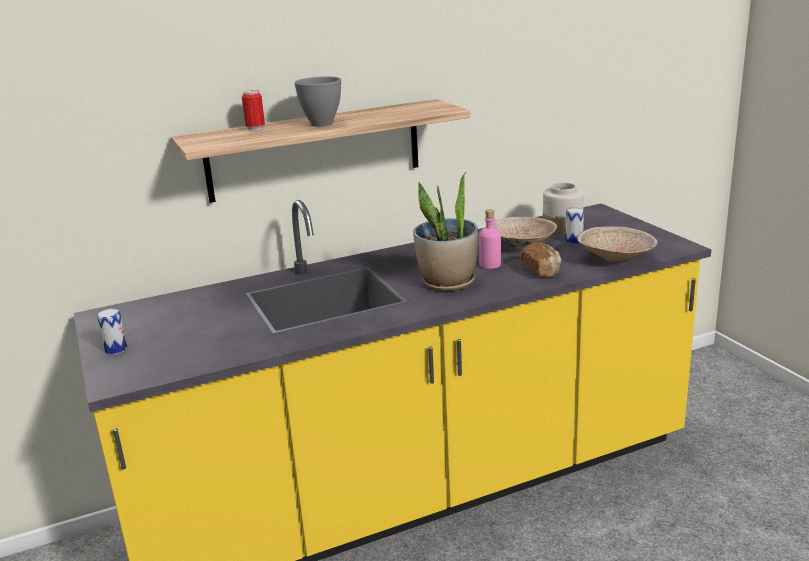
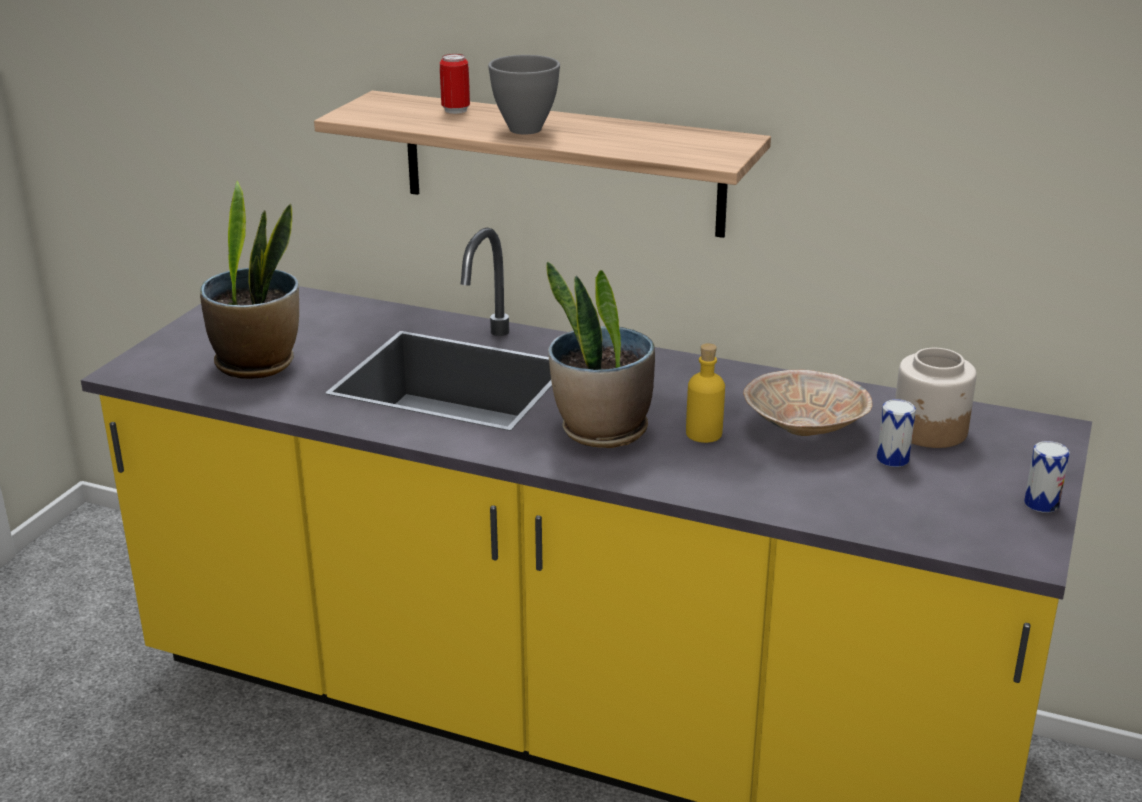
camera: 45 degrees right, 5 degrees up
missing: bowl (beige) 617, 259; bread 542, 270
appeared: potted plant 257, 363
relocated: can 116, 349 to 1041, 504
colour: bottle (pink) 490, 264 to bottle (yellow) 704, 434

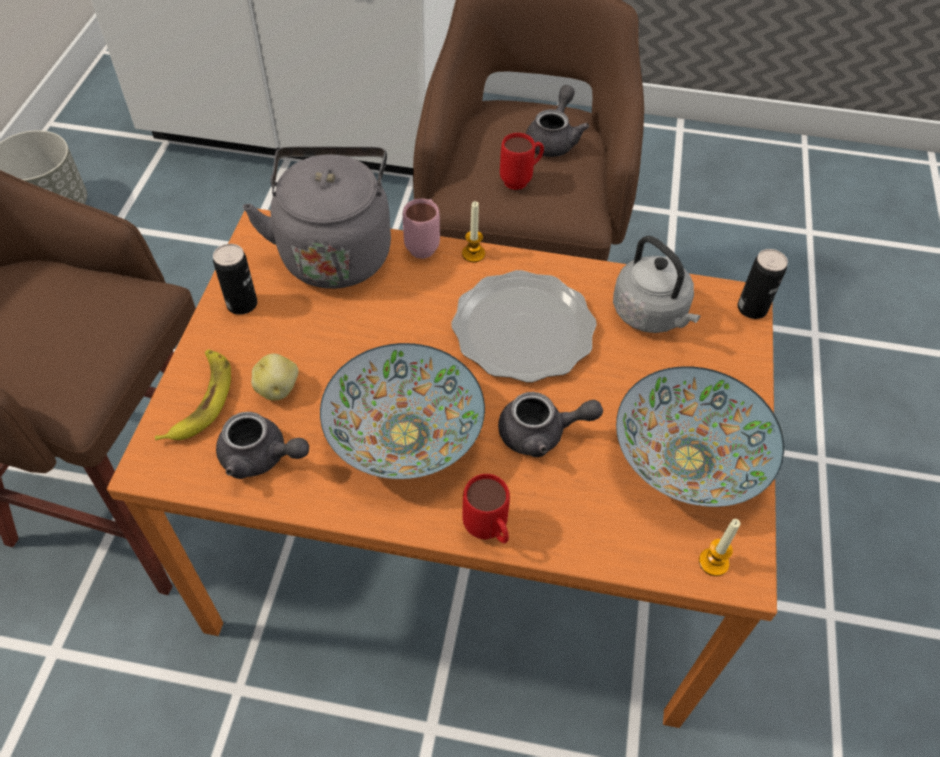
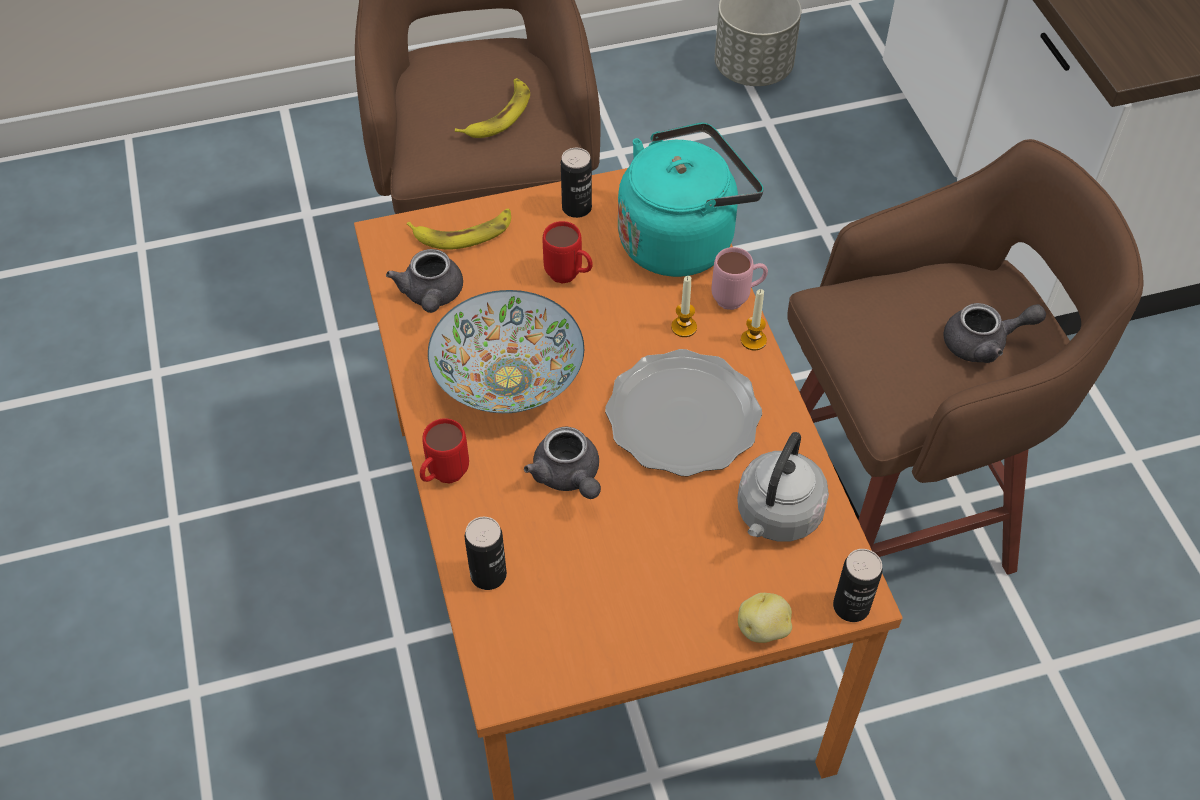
camera: 65 degrees right, 0 degrees up
missing: bowl 688, 458
appeared: banana 498, 114; can 488, 575
relocated: mug (red) 521, 180 to 569, 277; potato 278, 388 to 764, 629; candle 713, 562 to 684, 327
colour: kettle (grey) 335, 251 to kettle (turquoise) 681, 239

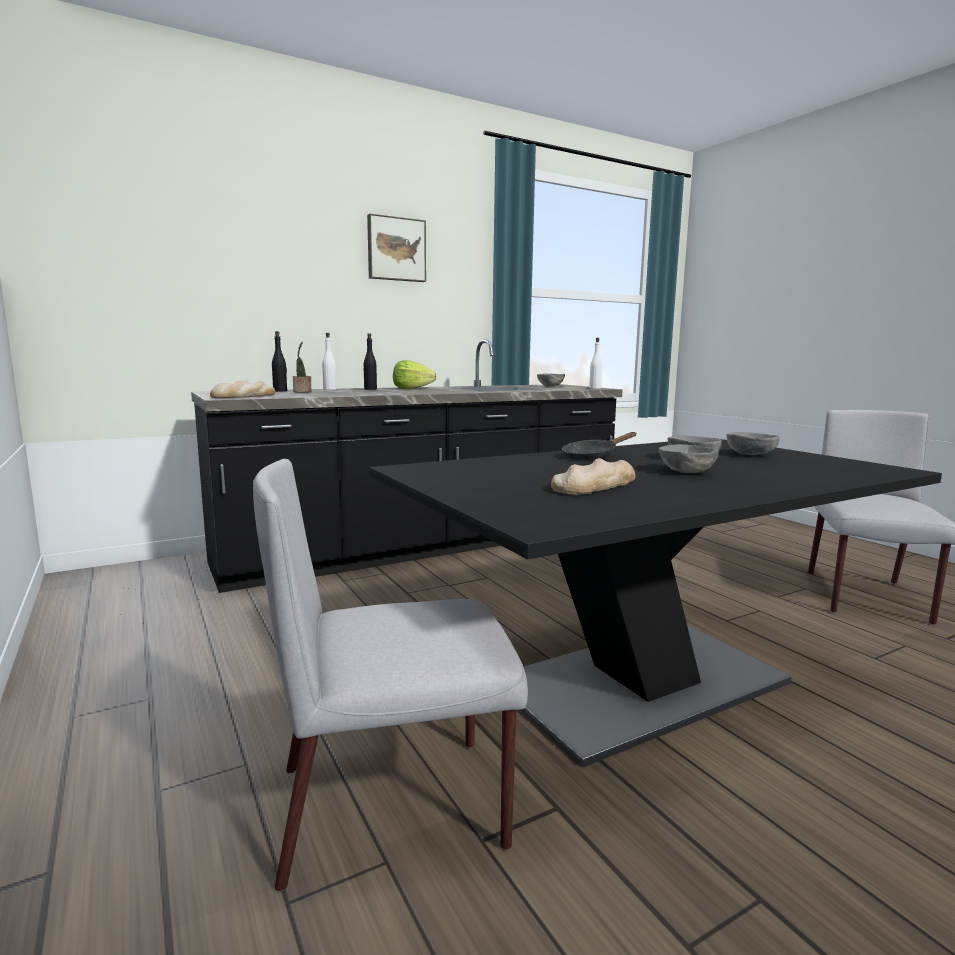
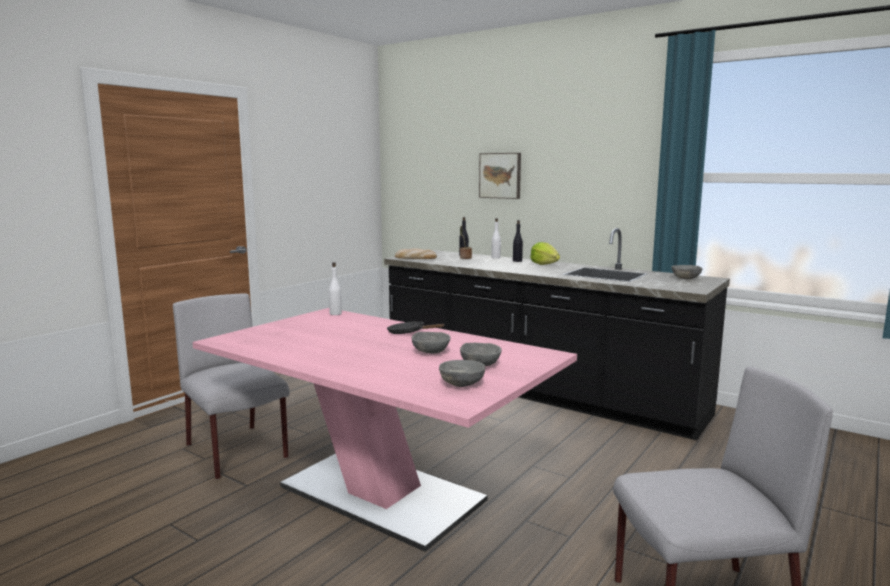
camera: 65 degrees right, 0 degrees up
missing: bread 594, 485
relocated: picture 396, 249 to 500, 175; bottle (white) 595, 388 to 336, 314; bowl (grey) 687, 472 to 462, 384
colour: dining table (black) 641, 683 to dining table (pink) 381, 493

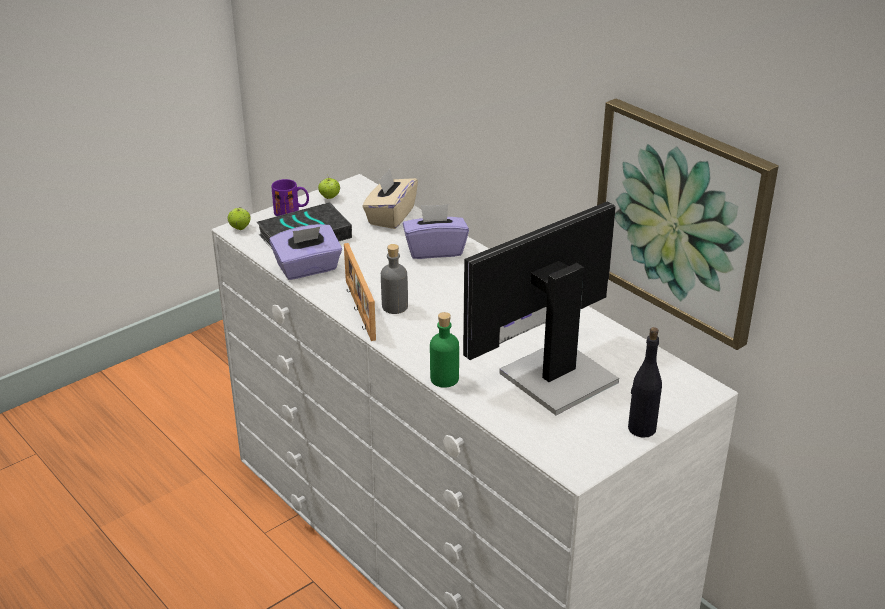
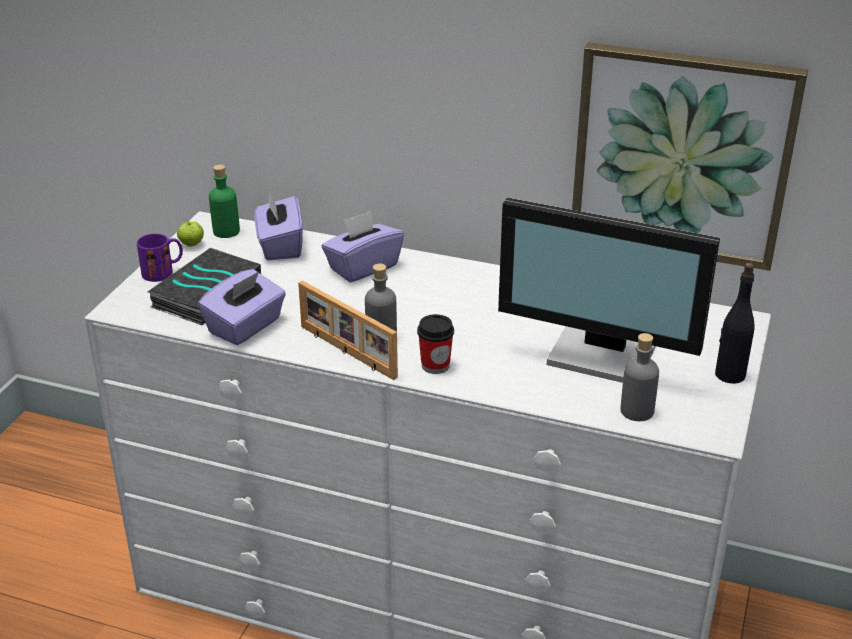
camera: 30 degrees left, 0 degrees up
missing: apple 240, 228
appeared: cup 435, 365; bottle (grey) 636, 411
relocated: bottle (green) 444, 379 to 226, 231
colour: tissue box (beige) 390, 216 to tissue box (purple) 280, 246
spun: monitor 553, 376 = 604, 353 90 degrees counterclockwise

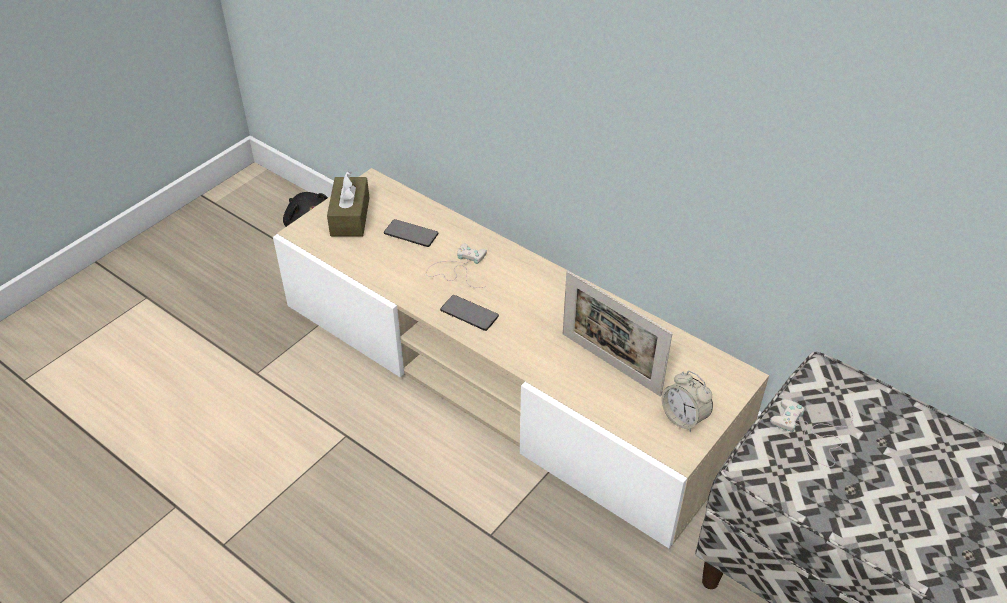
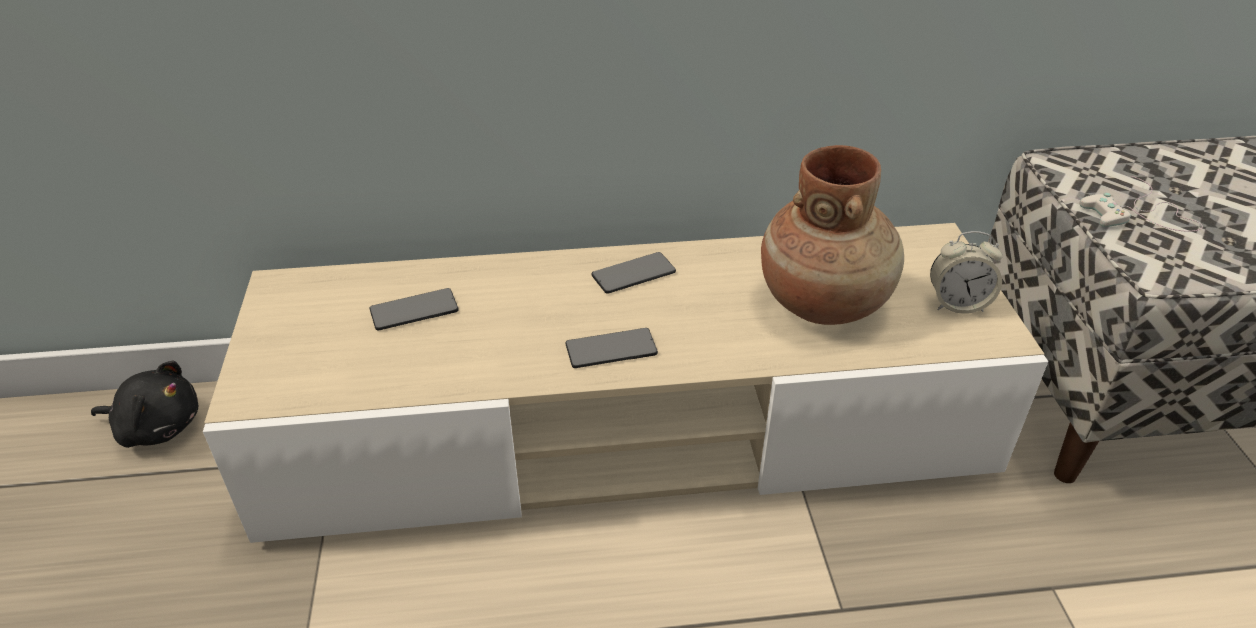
camera: 45 degrees left, 5 degrees down
missing: tissue box (brown) 350, 216; game controller (white) 458, 269
appeared: phone 633, 274
exchanged: picture frame 610, 364 to vase (brown) 824, 301

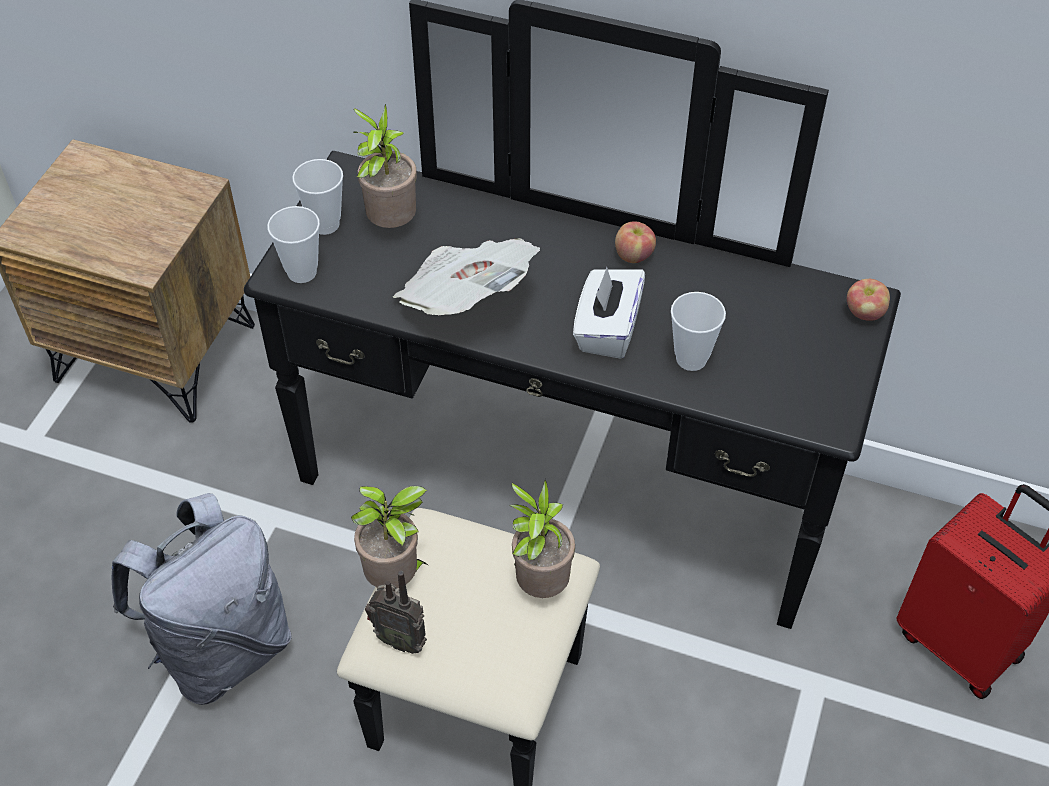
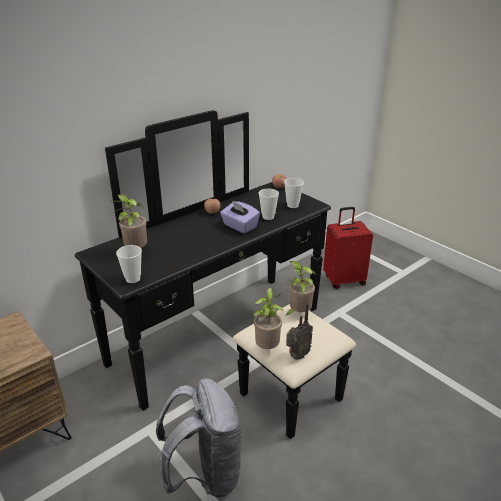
camera: 60 degrees left, 20 degrees down
missing: newspaper 466, 299
relocated: cup 325, 224 to 292, 205
colour: tissue box (white) 607, 330 to tissue box (purple) 239, 226

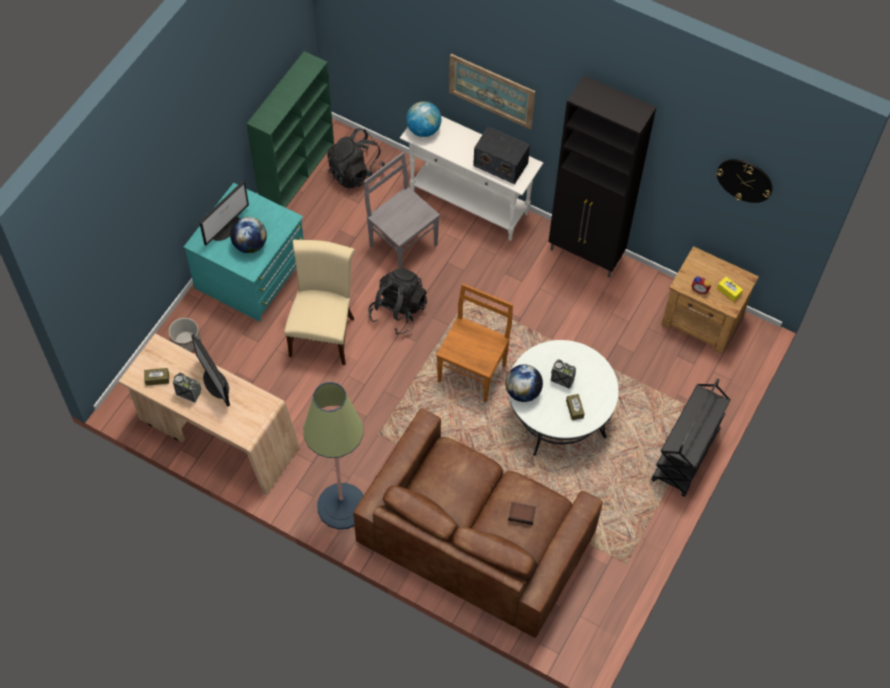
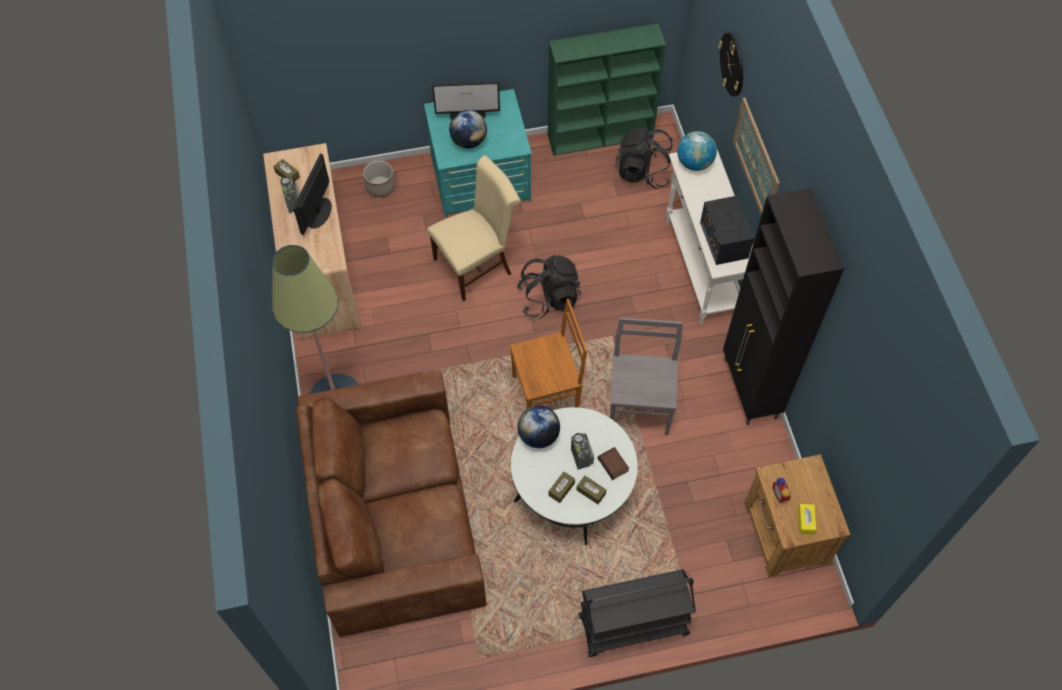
camera: 50 degrees right, 0 degrees up
appeared: tissue box (brown) 591, 492
relocated: chair (grey) 402, 244 to 639, 407; wall clock 745, 180 to 732, 64; book 522, 514 to 614, 464

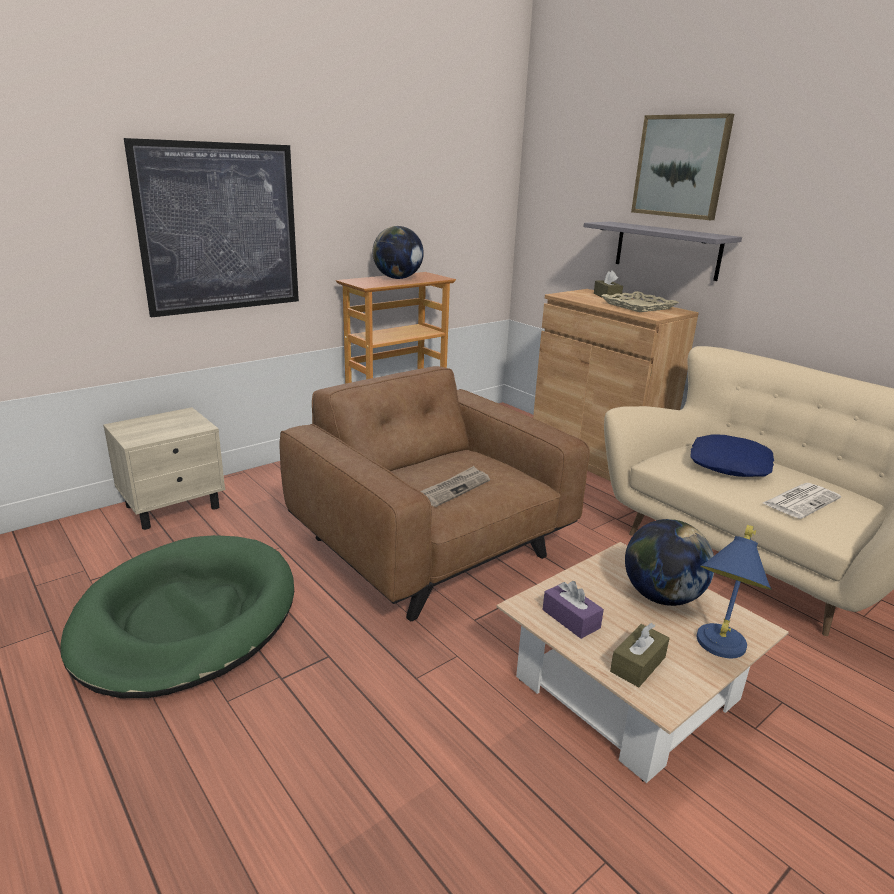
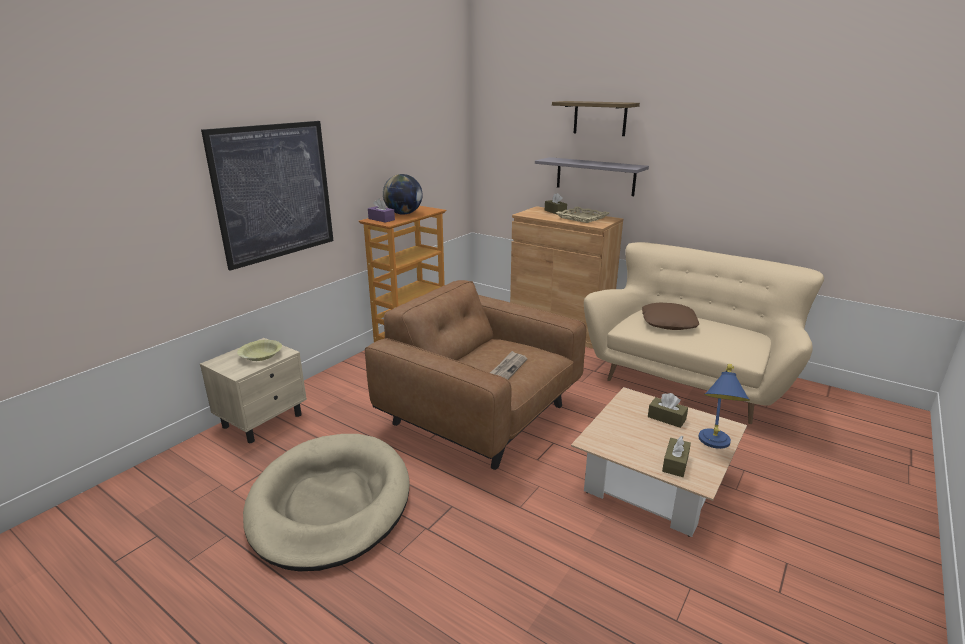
camera: 15 degrees left, 0 degrees up
missing: newspaper 801, 500
appeared: bowl (yellow) 261, 356
relocated: tissue box (purple) 571, 619 to 381, 219
exchanged: picture 681, 166 to shelf 600, 118; globe 661, 596 to tissue box (brown) 666, 418
colour: pillow (blue) 728, 464 to pillow (brown) 668, 322; dog bed (green) 186, 618 to dog bed (beige) 330, 503

